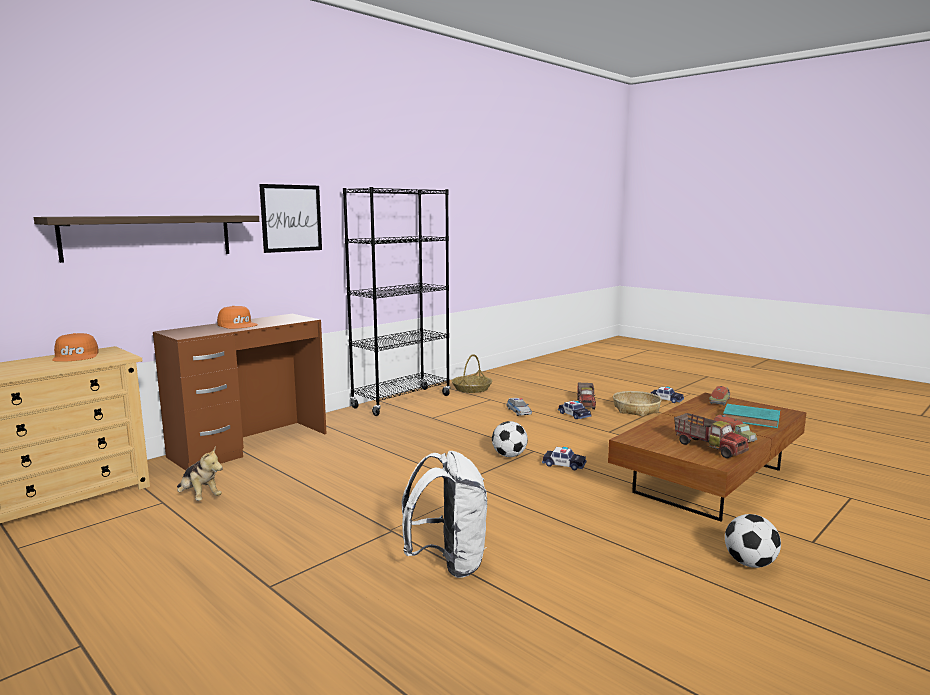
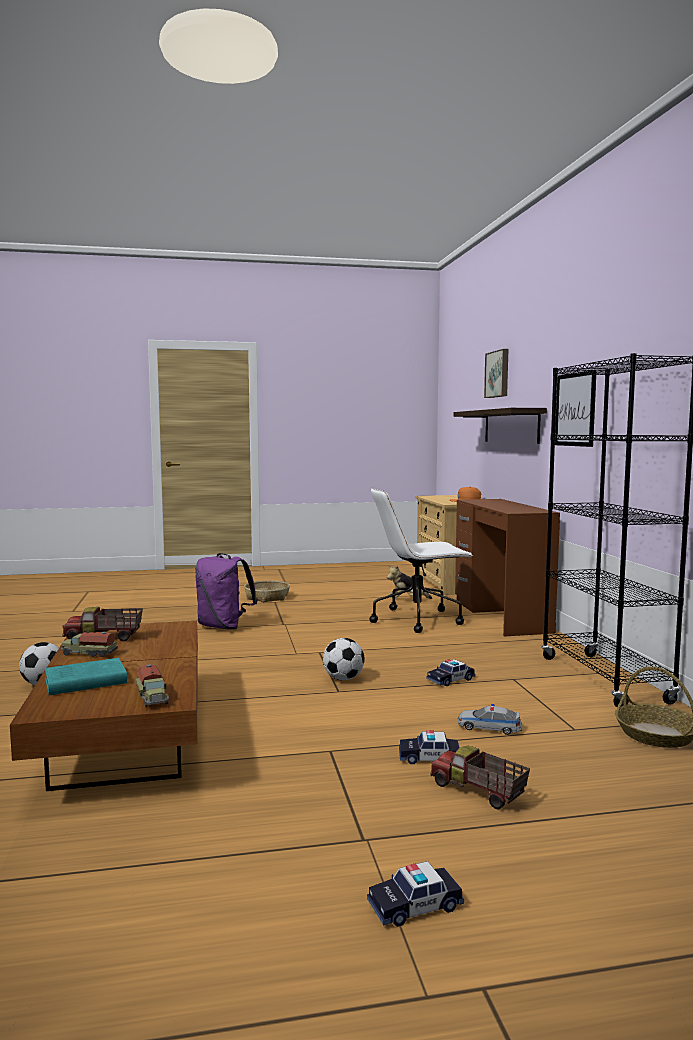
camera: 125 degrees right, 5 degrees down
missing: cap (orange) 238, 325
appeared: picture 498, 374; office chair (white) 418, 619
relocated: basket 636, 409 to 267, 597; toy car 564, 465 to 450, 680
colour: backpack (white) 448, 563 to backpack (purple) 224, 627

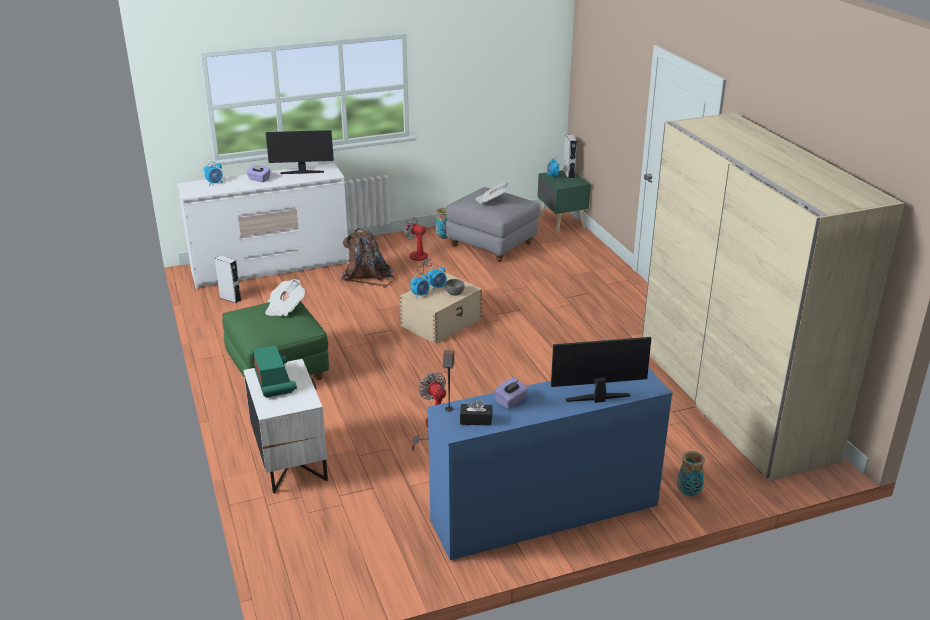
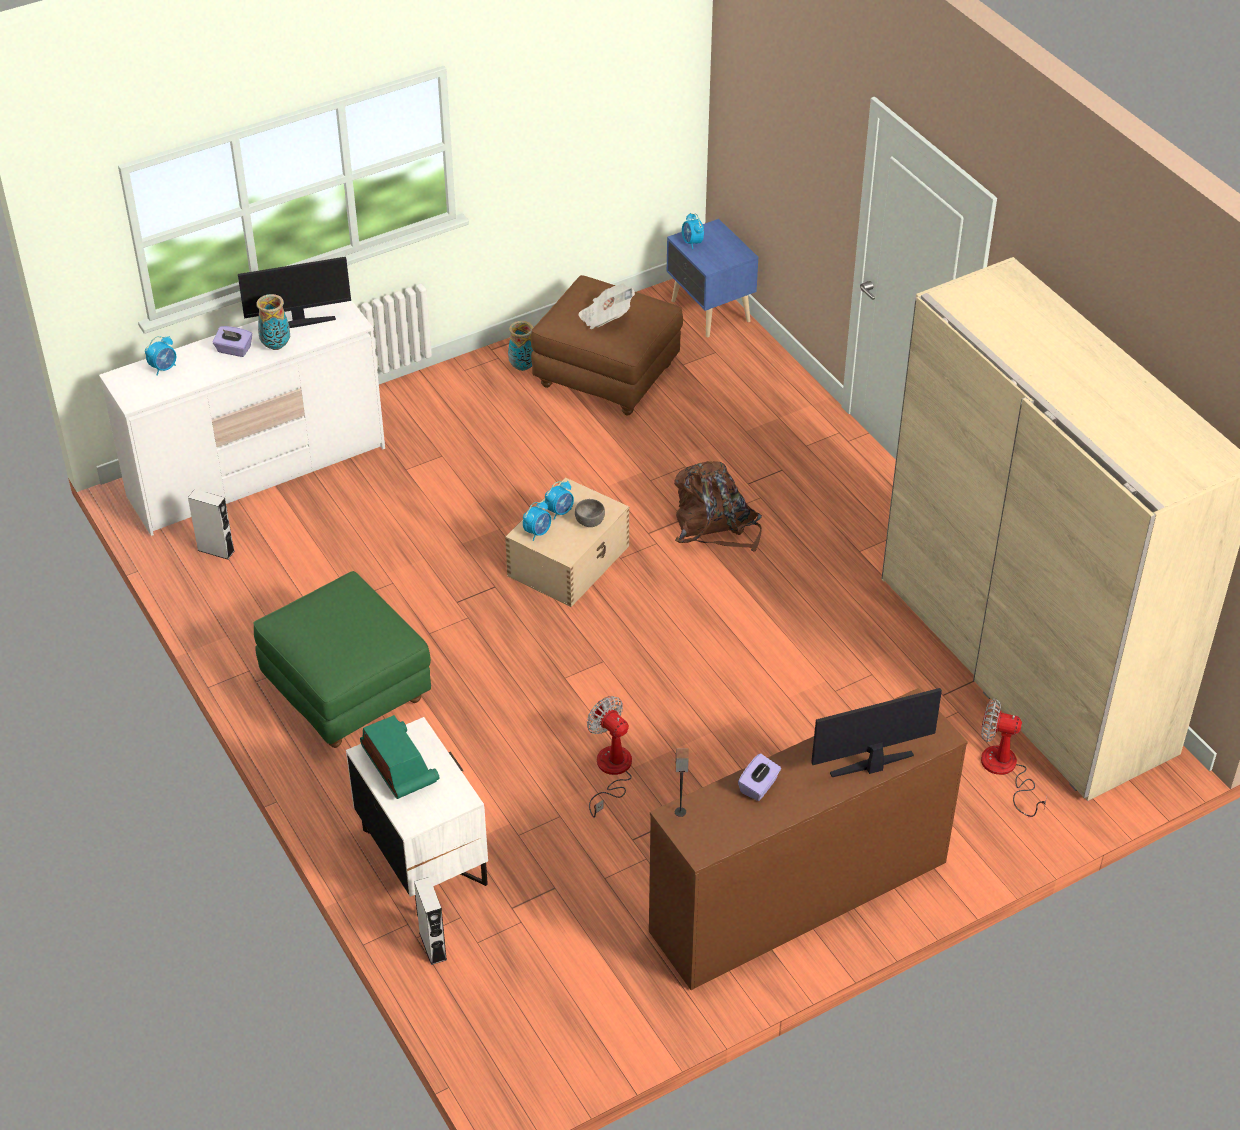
camera: 10 degrees left, 15 degrees up
missing: newspaper 284, 308; tissue box (black) 476, 420
relocated: speaker (grey) 569, 174 to 433, 946; fan 419, 259 to 1005, 771; backpack (brown) 368, 276 to 715, 526; vase 688, 493 to 276, 346
colour: nightstand (green) 561, 224 to nightstand (blue) 709, 312; ottoman (grey) 492, 245 to ottoman (brown) 607, 376; dresser (blue) 544, 514 to dresser (brown) 798, 897

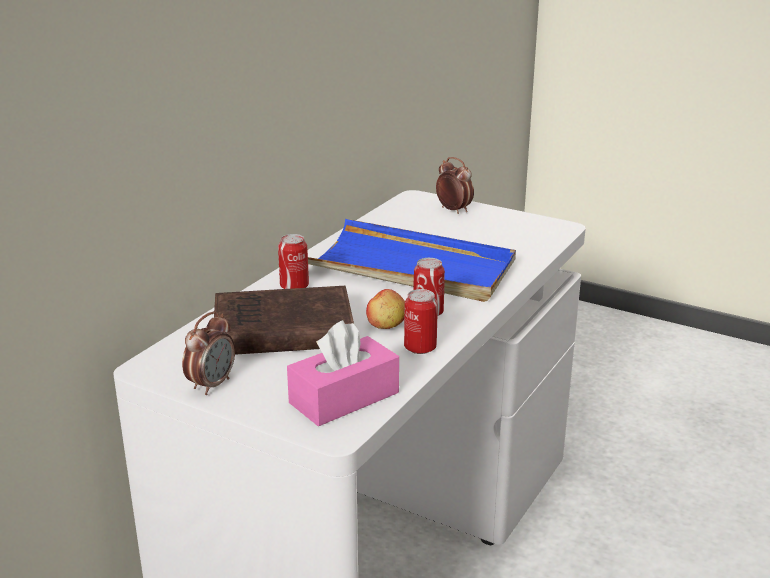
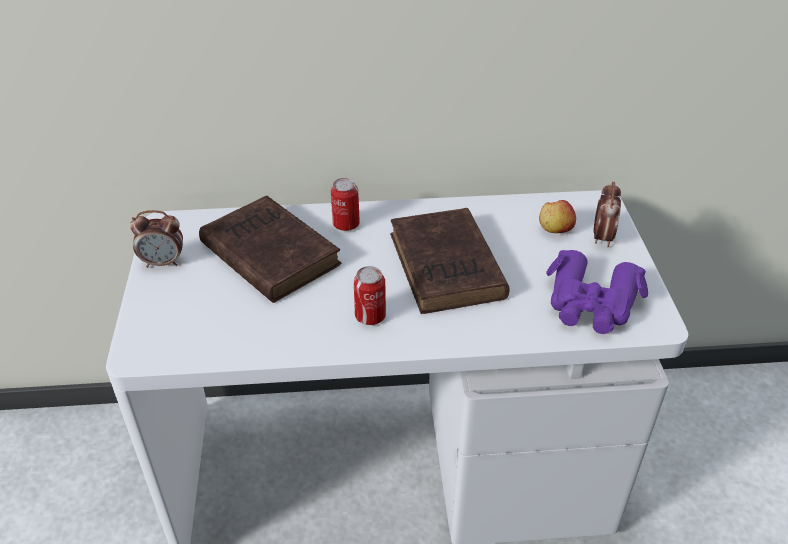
camera: 55 degrees right, 15 degrees up
missing: can 420, 348; tissue box (pink) 344, 398
appeared: binoculars (purple) 591, 303
relocated: apple 387, 325 to 555, 229
exchanged: tray (blue) 412, 268 to book (brown) 447, 268

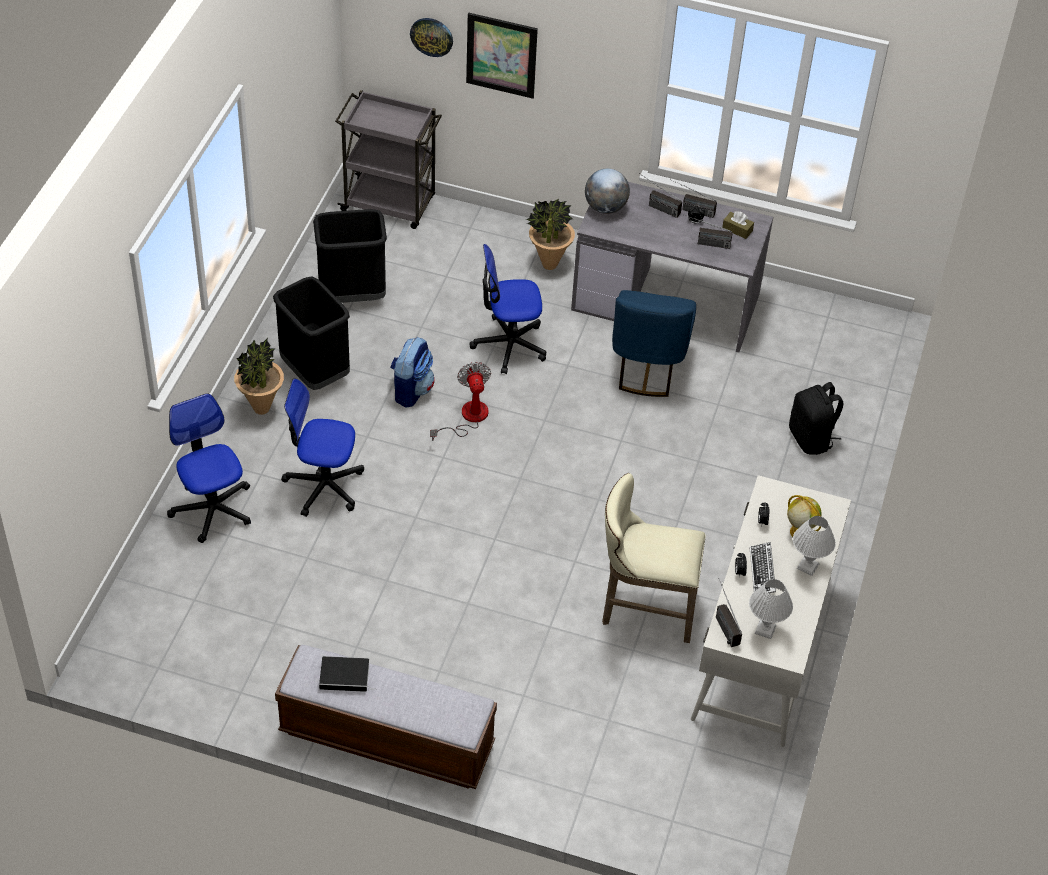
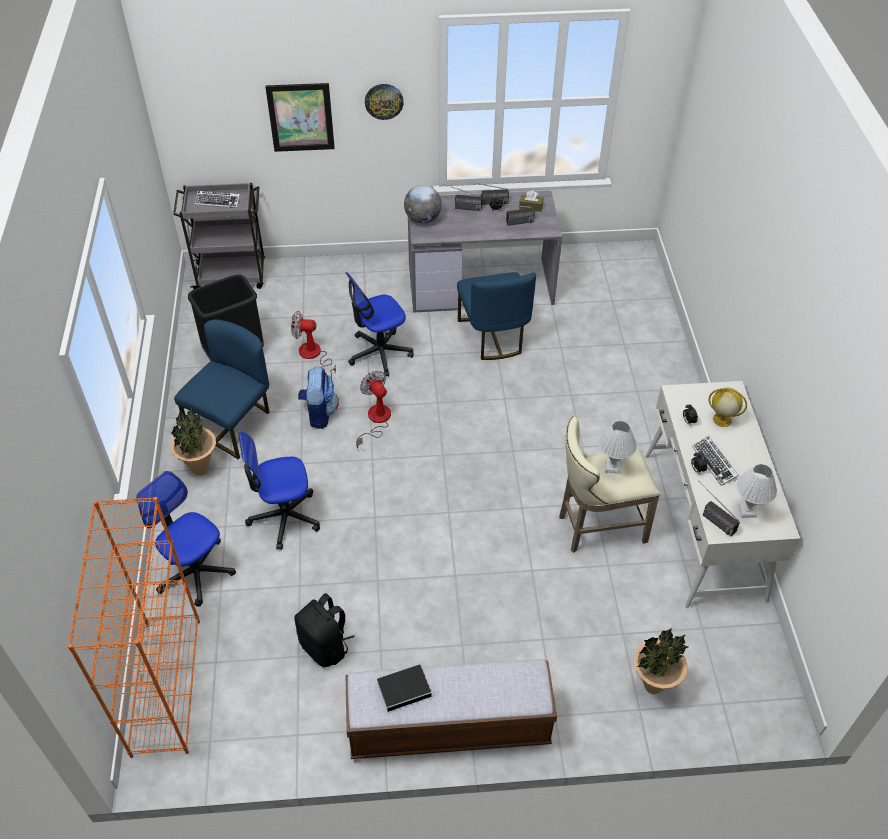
camera: 20 degrees left, 0 degrees up
appeared: keyboard 218, 201; fan 313, 356; bookcase (orange) 166, 685
relocated: wall clock 432, 36 to 384, 101; potted plant 549, 265 to 652, 687; backpack (black) 811, 439 to 325, 646; table lamp (white) 808, 567 to 613, 467
exchanged: trash can (black) 315, 372 to chair (blue) 233, 424

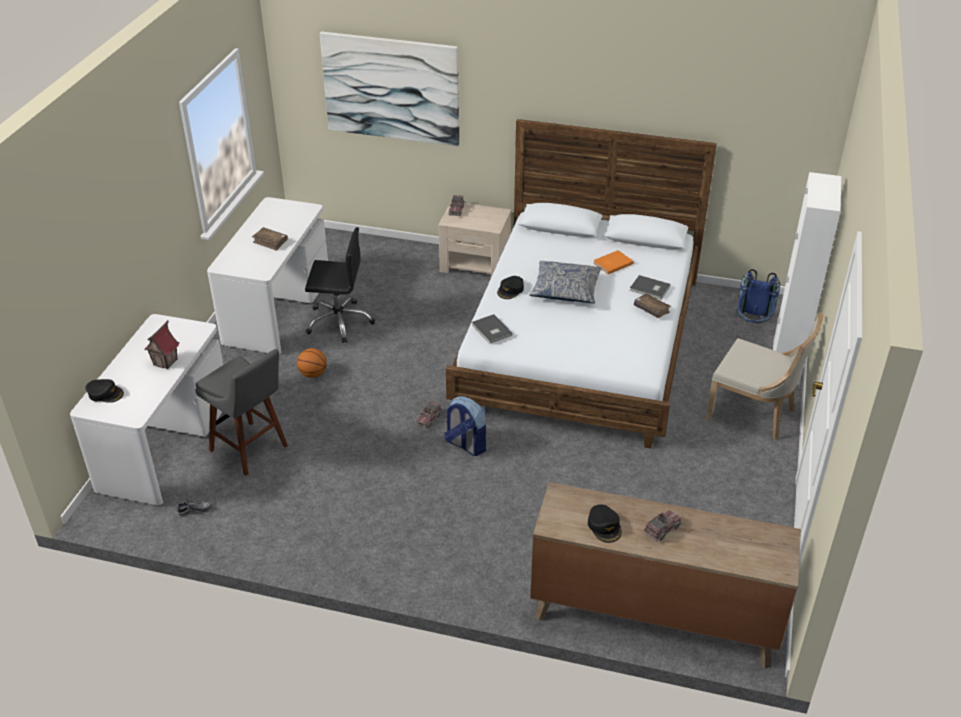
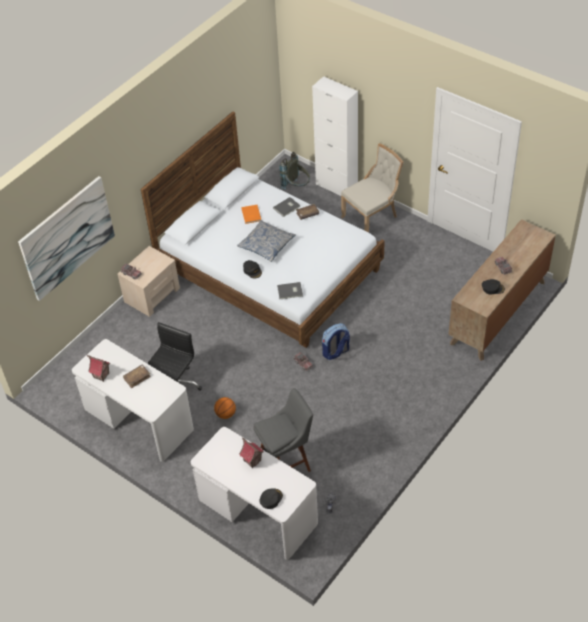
camera: 65 degrees left, 10 degrees up
appeared: toy house 101, 376
colour: backpack (blue) 752, 325 to backpack (grey) 296, 187

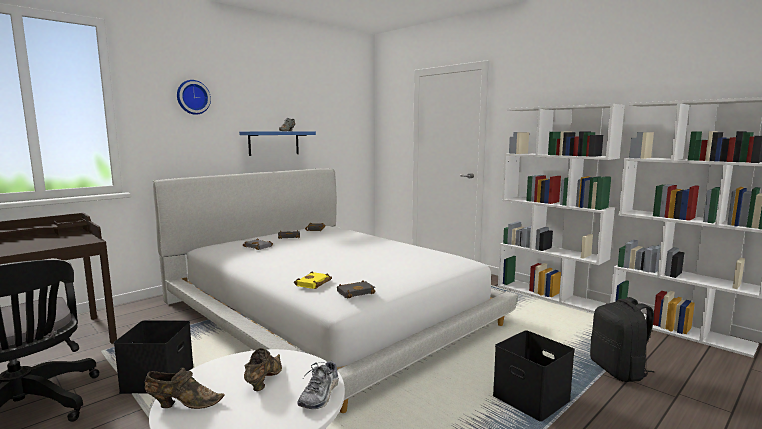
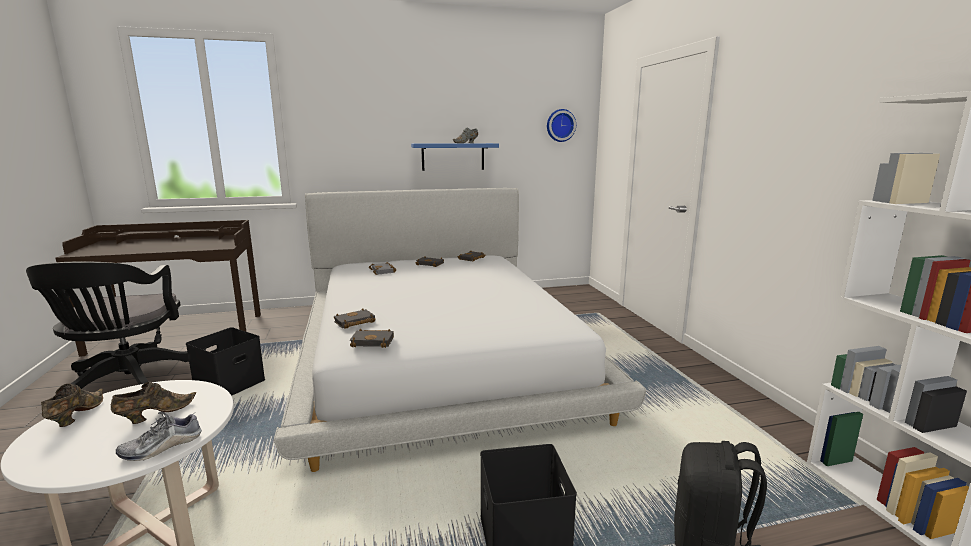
camera: 30 degrees right, 5 degrees up
missing: bookcase (white) 549, 295
relocated: wall clock 192, 97 to 560, 125
colour: book (yellow) 314, 284 to book (black) 354, 322
spun: shoe (brown) 183, 404 = 76, 416 120 degrees counterclockwise

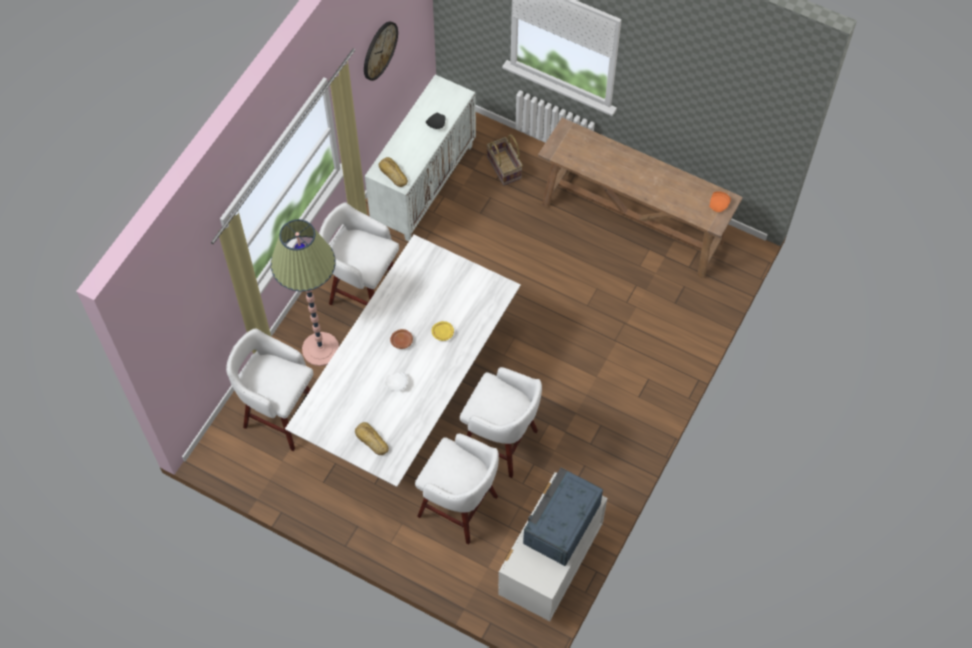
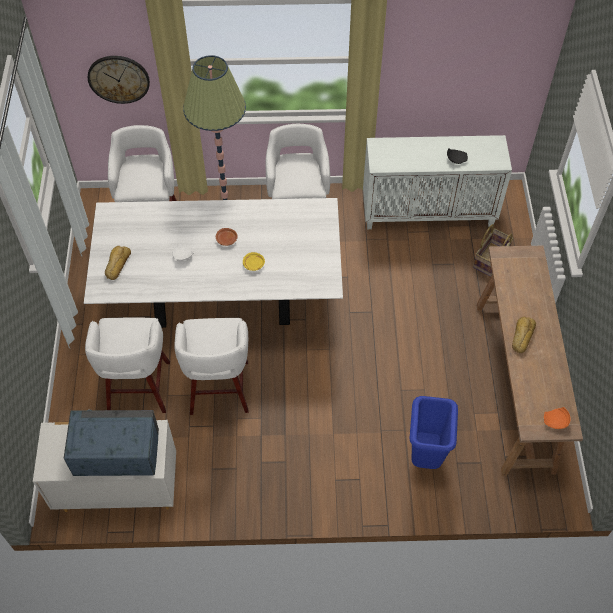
camera: 60 degrees right, 5 degrees down
appeared: trash can (blue) 425, 457
relocated: wall clock 379, 50 to 118, 79; bread 392, 174 to 521, 336

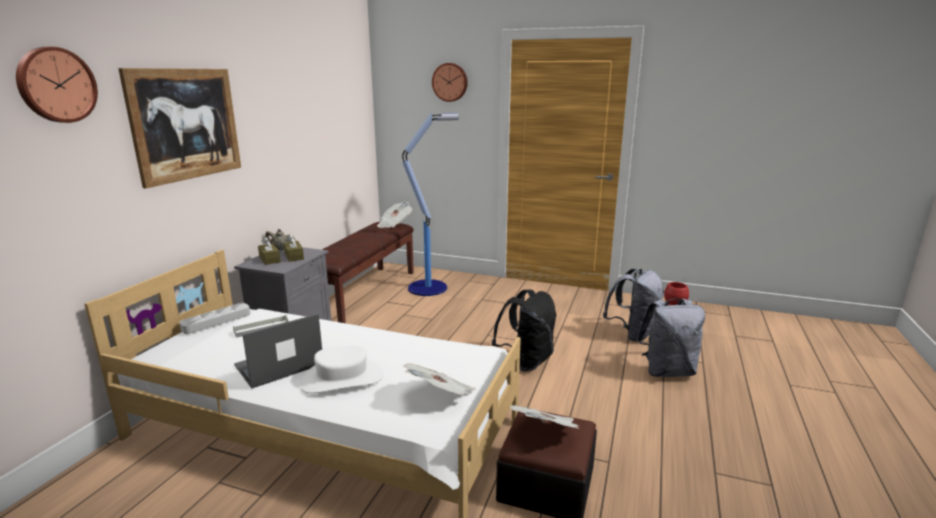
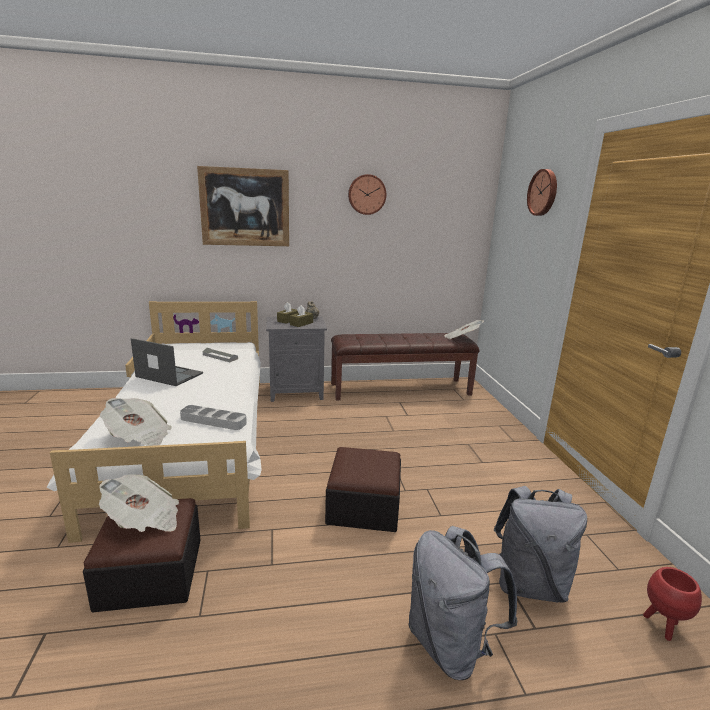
camera: 60 degrees right, 0 degrees up
missing: floor lamp 429, 288; hat (white) 342, 378
relocated: wall clock 56, 85 to 366, 194; tray (grey) 216, 321 to 213, 421
exchanged: backpack (black) 526, 361 to ottoman 364, 506

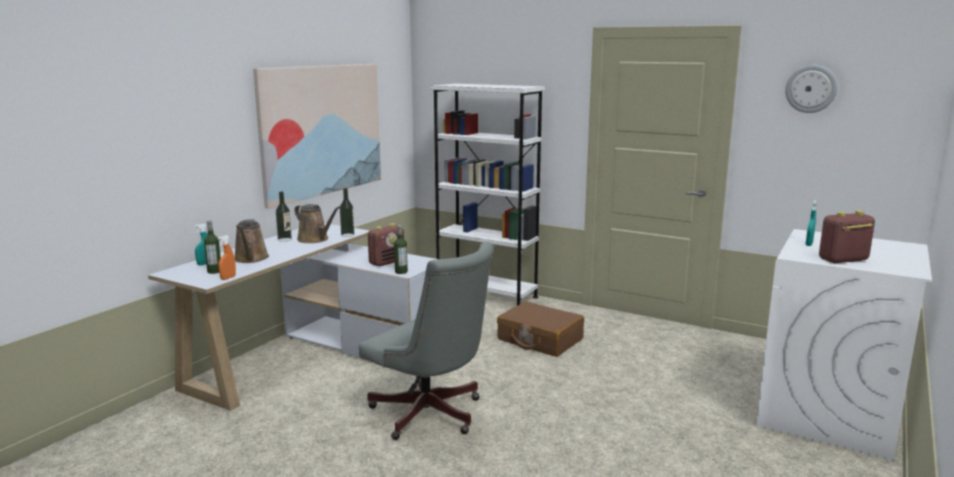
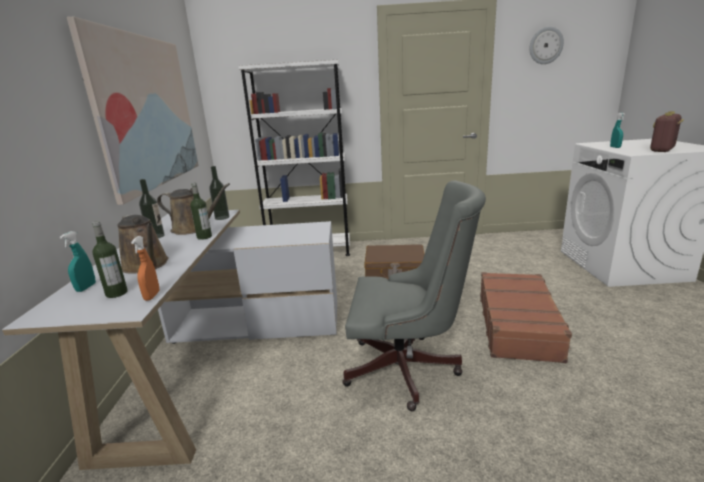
camera: 30 degrees left, 5 degrees up
missing: radio 387, 262
appeared: suitcase (brown) 518, 325
relocated: bottle 401, 272 to 204, 237

